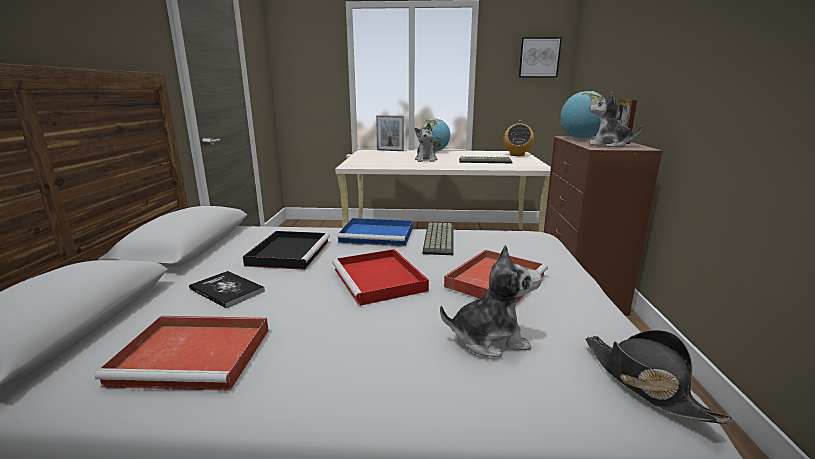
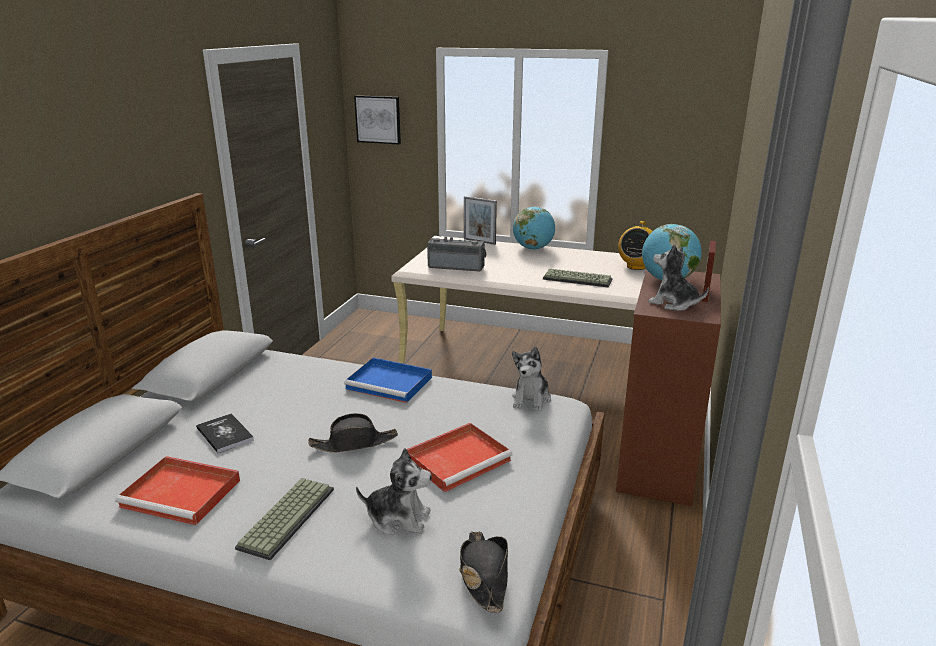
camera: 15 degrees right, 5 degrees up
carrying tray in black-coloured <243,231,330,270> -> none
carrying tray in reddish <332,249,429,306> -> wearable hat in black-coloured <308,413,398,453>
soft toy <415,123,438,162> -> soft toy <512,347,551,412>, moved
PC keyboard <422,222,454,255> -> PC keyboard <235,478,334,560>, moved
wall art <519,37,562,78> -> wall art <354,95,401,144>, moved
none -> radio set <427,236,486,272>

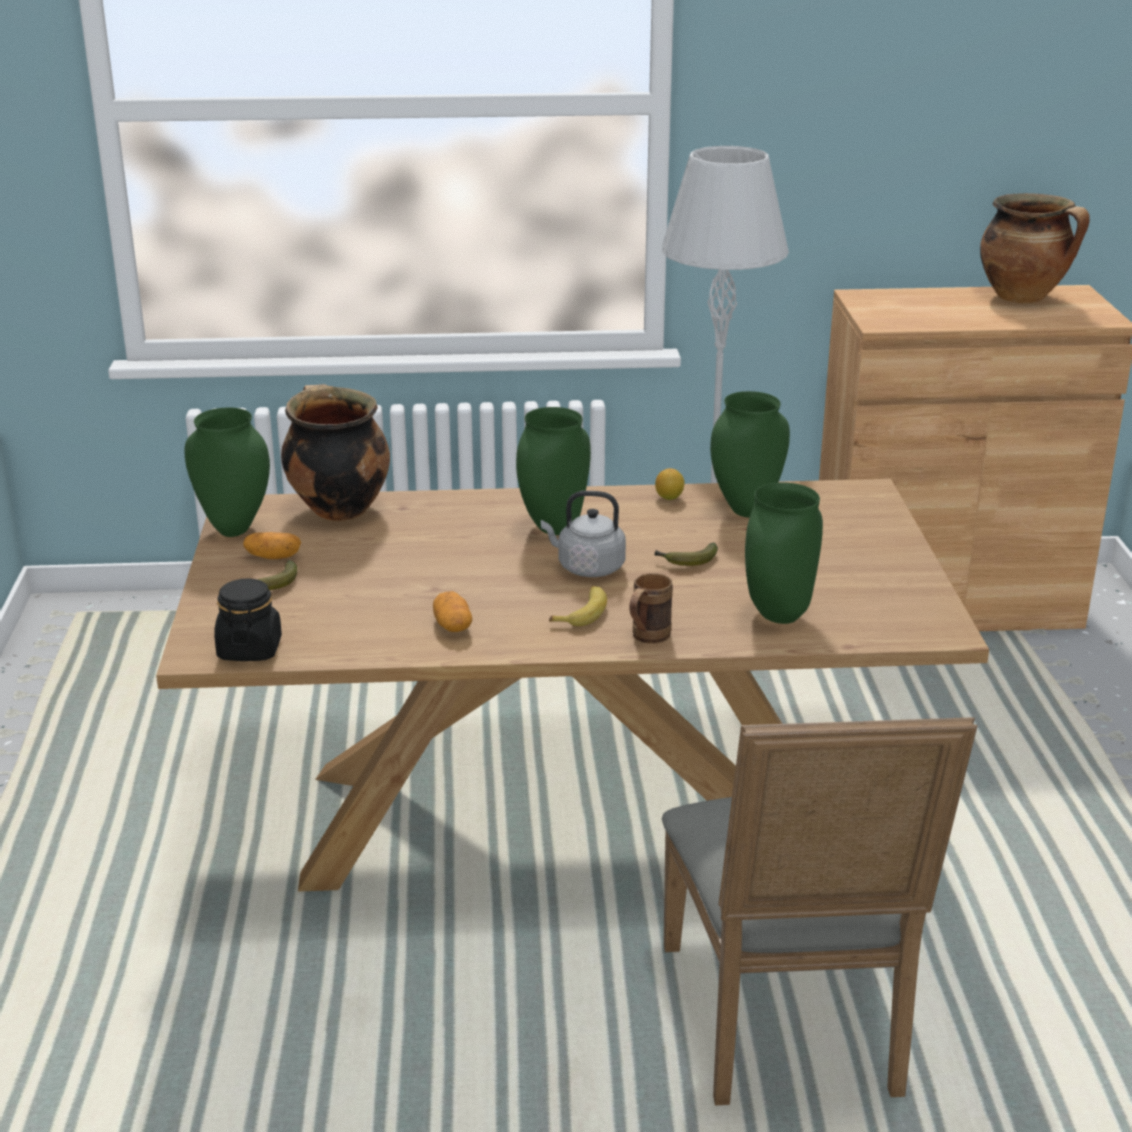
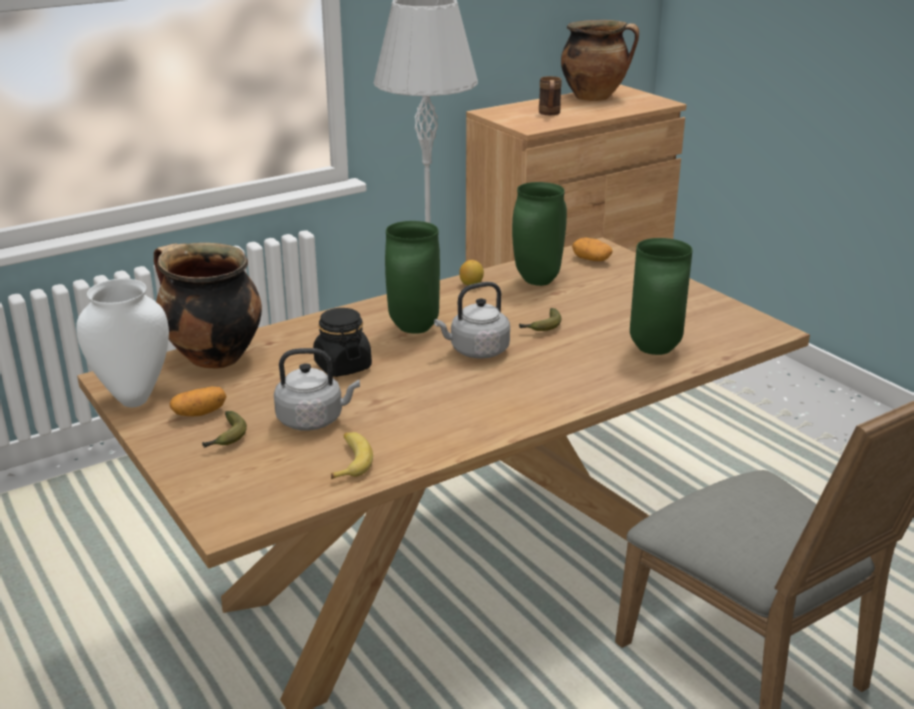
camera: 30 degrees left, 0 degrees up
vase in greenish <184,407,270,537> -> vase in whitish <76,279,169,407>
jar in black-coloured <214,578,282,661> -> jar in black-coloured <313,308,372,377>, moved
potato <433,591,472,632> -> potato <572,238,613,261>, moved
whole banana <549,586,607,626> -> whole banana <331,432,373,479>, moved
mug in brown-coloured <629,573,673,644> -> mug in brown-coloured <539,76,562,115>, moved
none -> tea kettle in greyish <274,348,360,431>

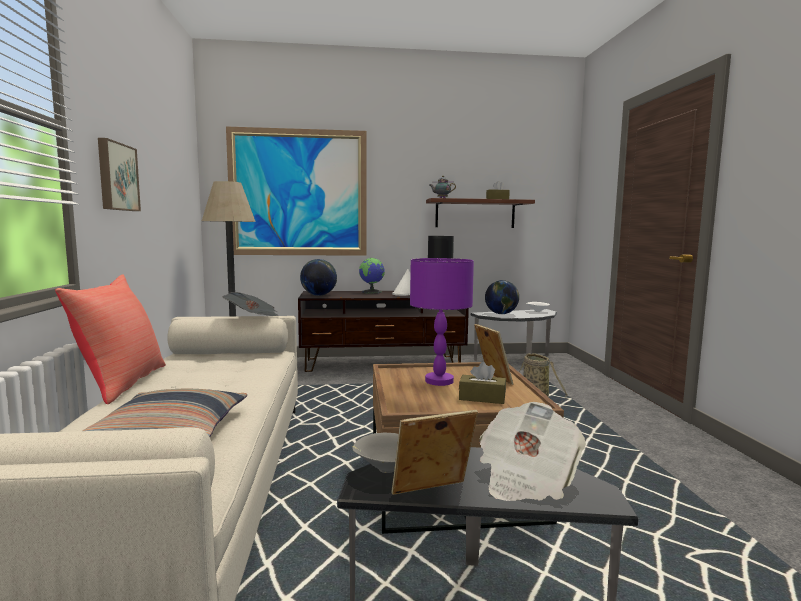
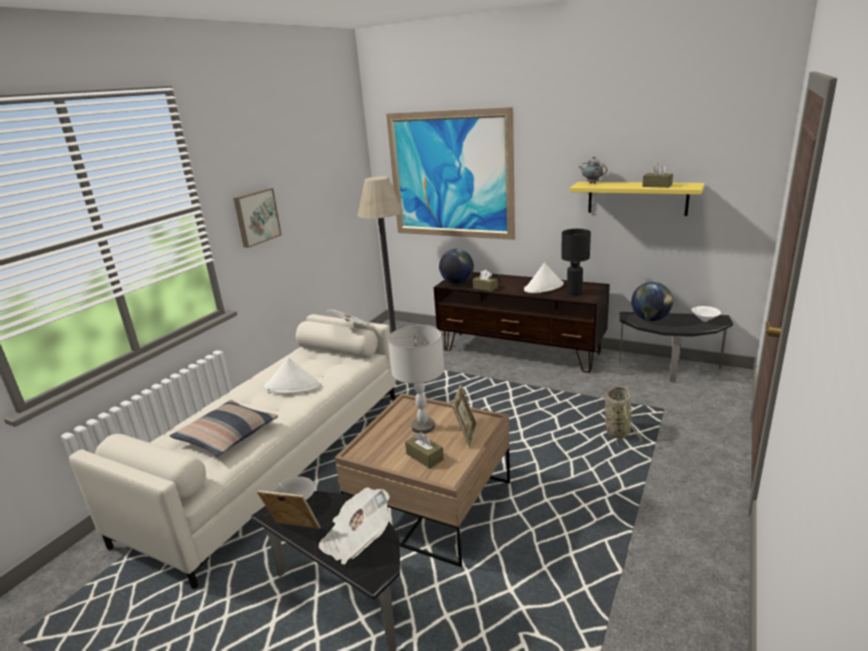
camera: 35 degrees right, 15 degrees up
pillow in reddish <55,274,166,404> -> none
world globe <359,258,385,294> -> none
lamp for a table in purple <410,258,474,386> -> lamp for a table in greyish <388,325,444,434>
shelf in brown-coloured <426,198,535,228> -> shelf in yellowish <569,182,705,216>
none -> wearable hat in whitish <264,357,321,394>
none -> tissue box in brown-coloured <473,270,498,292>

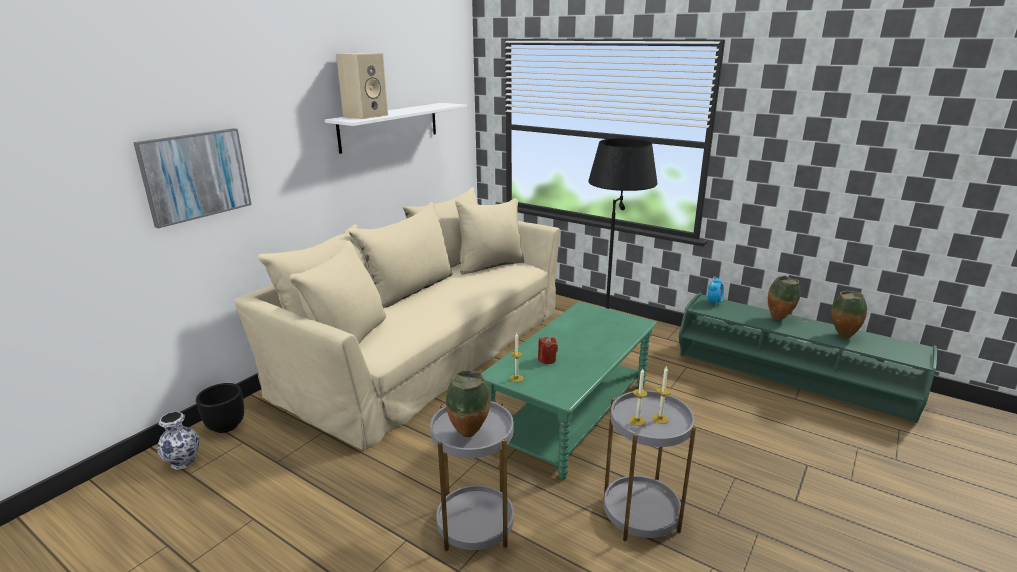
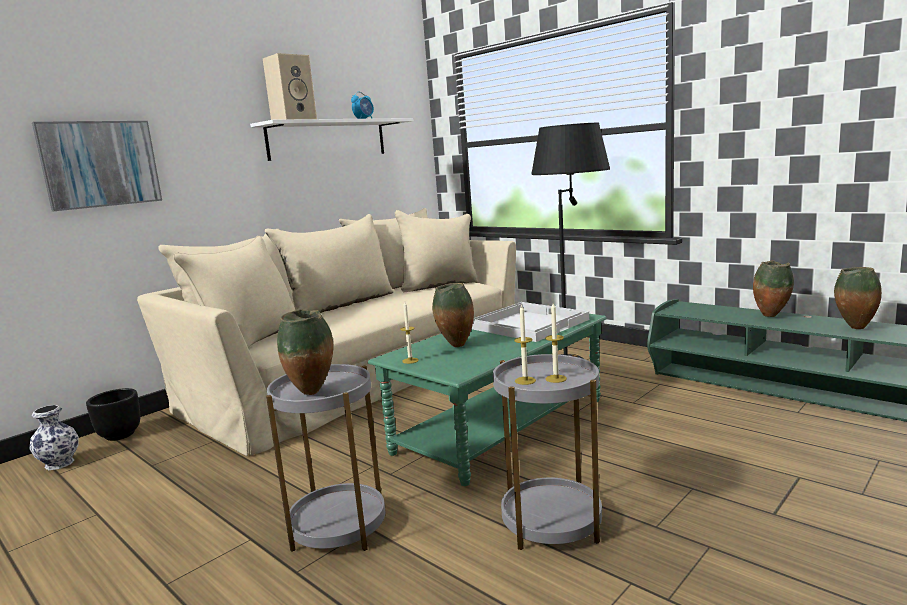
camera: 10 degrees right, 10 degrees down
candle in reddish <538,336,558,364> -> vase <432,283,474,347>
alarm clock <708,276,724,307> -> alarm clock <351,92,374,119>, moved
none -> carrying tray in whitish <472,302,589,342>

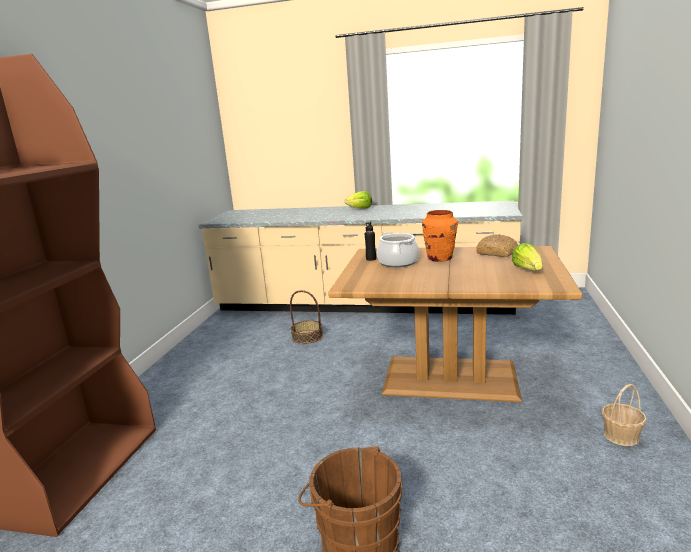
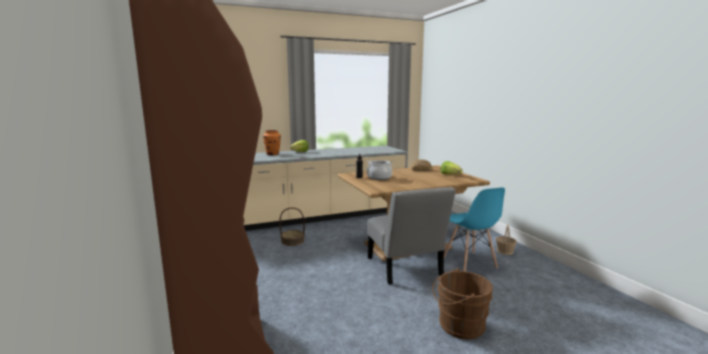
camera: 35 degrees left, 5 degrees down
vase in orange-coloured <422,210,458,262> -> vase in orange-coloured <263,130,281,155>, moved
none -> upright chair in greyish <367,187,456,285>
none -> upright chair in blue-coloured <444,187,505,271>

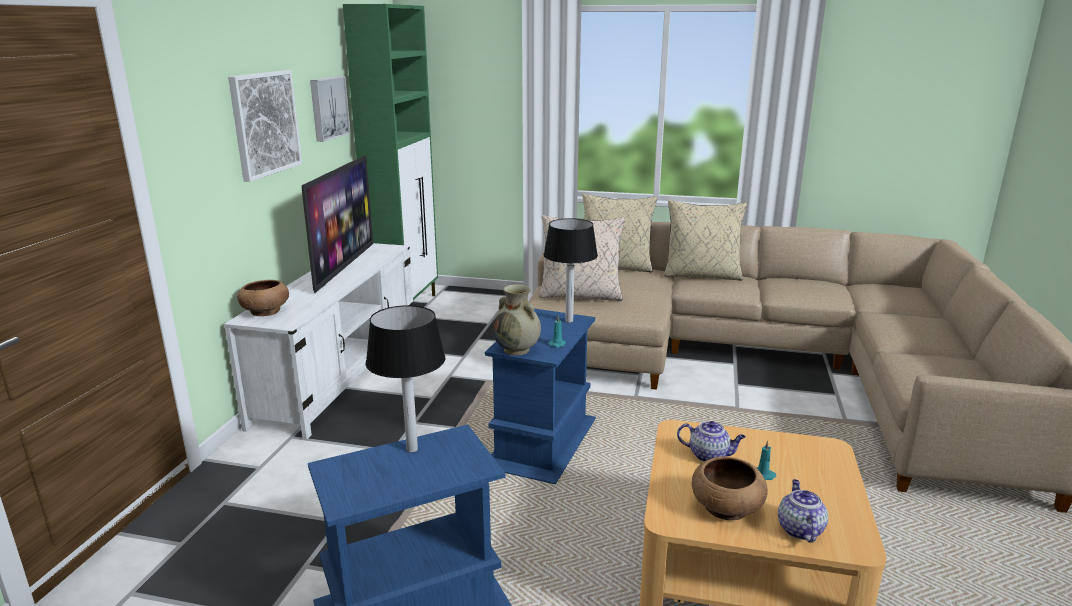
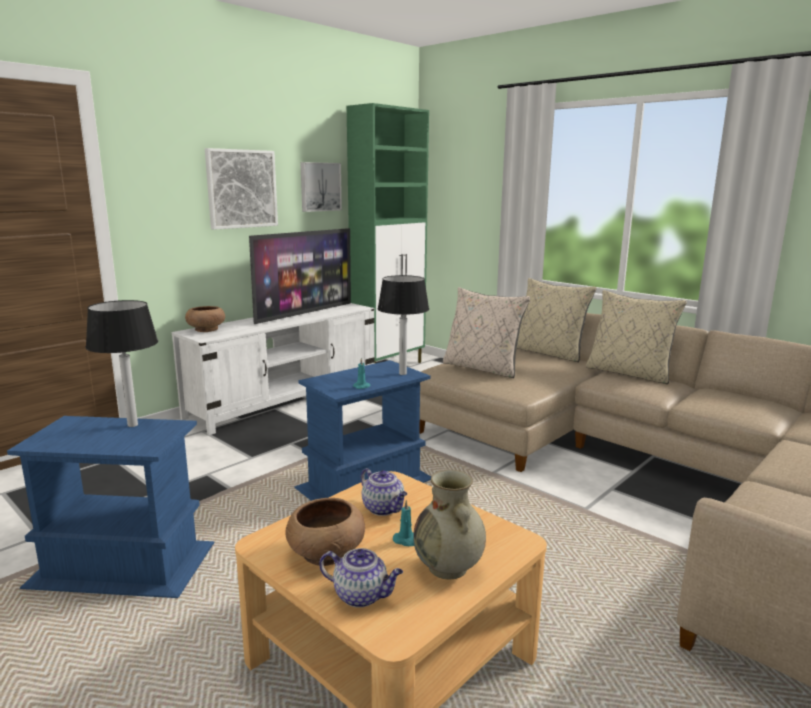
camera: 30 degrees right, 5 degrees down
vase in beige-coloured <493,284,541,356> -> vase in beige-coloured <413,470,486,580>, moved
pot for tea <778,479,828,543> -> pot for tea <319,548,403,608>, 75 degrees clockwise

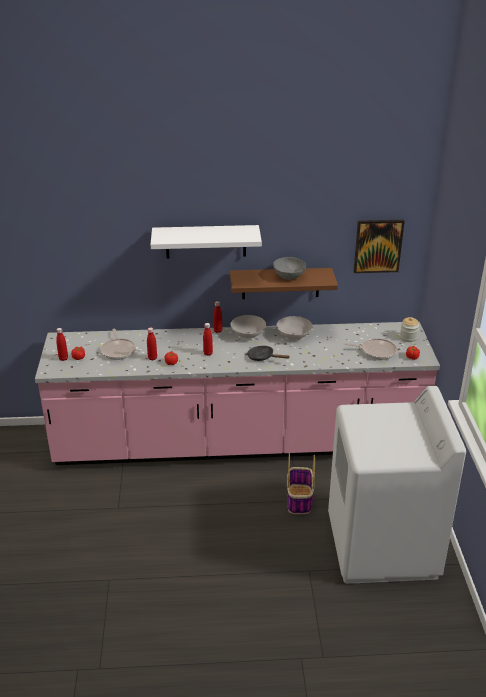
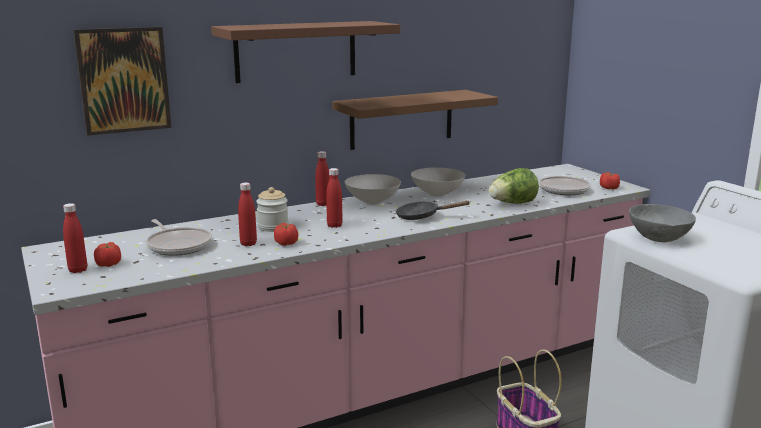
camera: 25 degrees left, 15 degrees down
shelf in whitish <150,225,262,258> -> shelf in brown-coloured <211,21,400,83>
deep dish in greyish <273,257,306,280> -> deep dish in greyish <629,204,696,242>, moved
wall art <353,220,405,273> -> wall art <73,27,171,136>, moved
jar <400,317,419,342> -> jar <256,187,289,232>, moved
none -> lettuce <489,168,539,204>

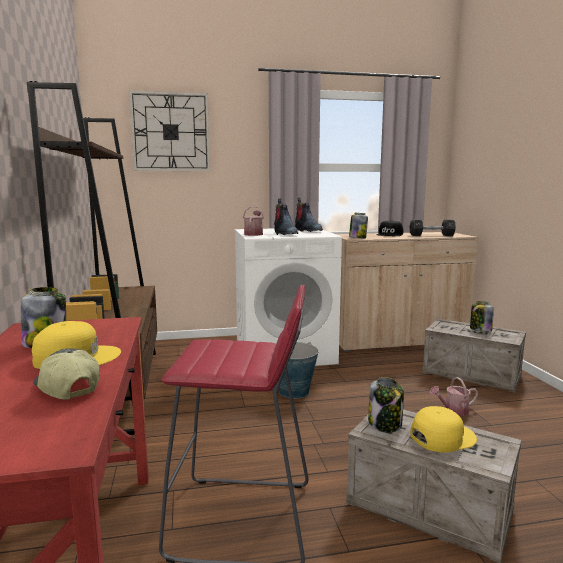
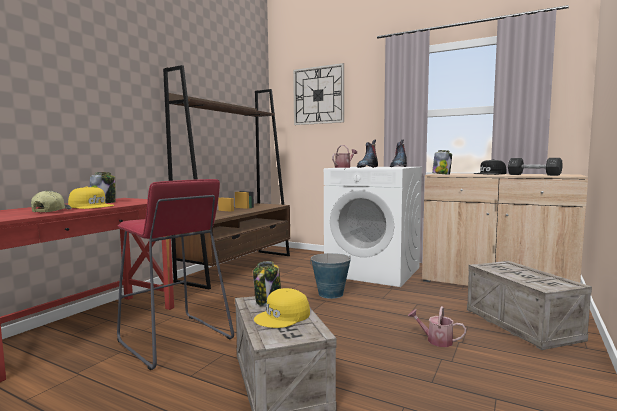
camera: 40 degrees right, 5 degrees down
peaked cap in yellowish <410,406,477,452> -> peaked cap in yellowish <254,288,310,328>, 120 degrees clockwise
jar <470,301,494,332> -> none

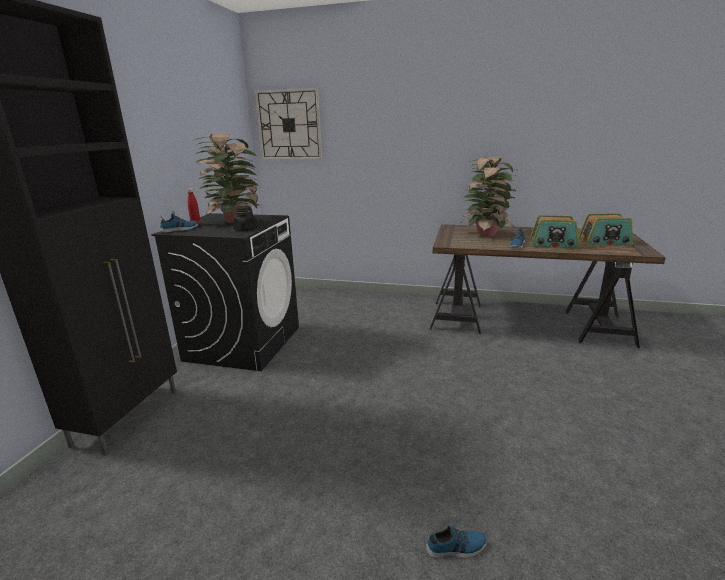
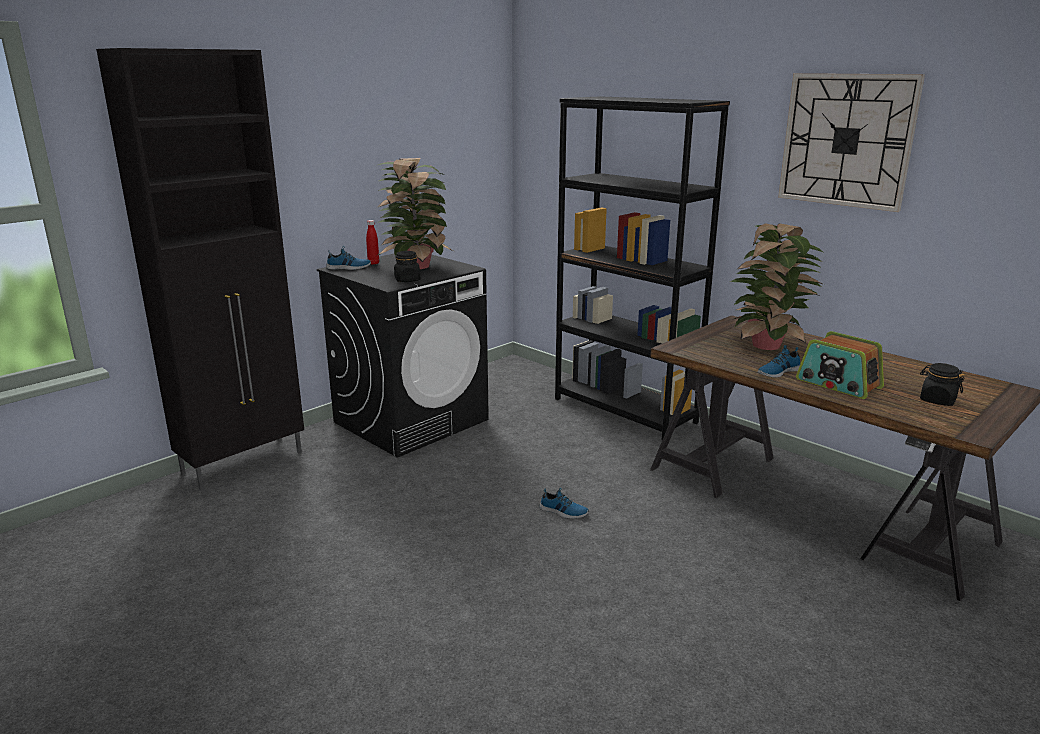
camera: 30 degrees right, 0 degrees up
hanging clock <255,88,322,160> -> hanging clock <778,73,925,212>, moved
item of footwear <426,524,487,559> -> item of footwear <540,488,589,519>, moved
radio set <578,213,633,246> -> jar in black-coloured <920,363,965,406>
none -> bookcase in black-coloured <555,96,730,440>

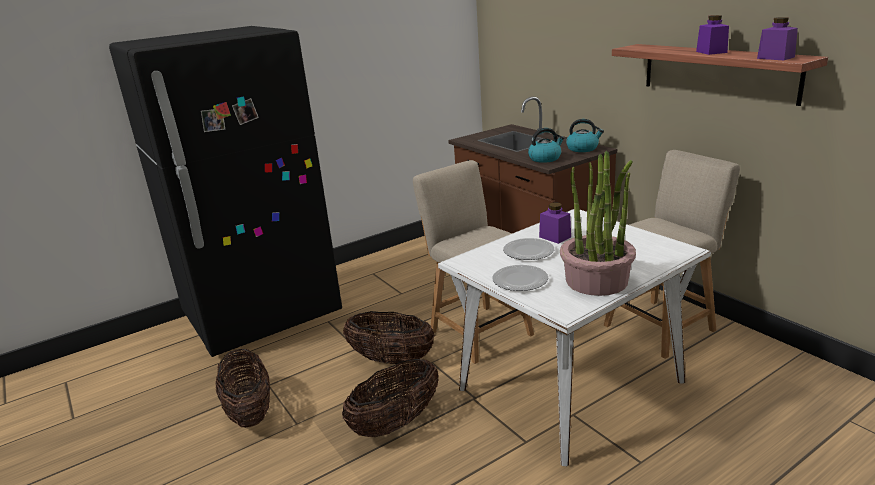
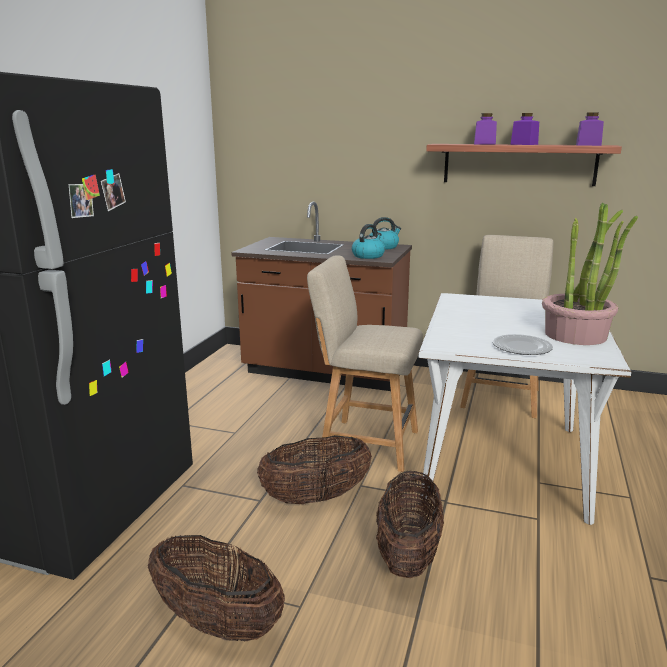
camera: 40 degrees left, 5 degrees down
plate <503,238,554,260> -> none
jar in purple <539,202,571,244> -> jar in purple <474,113,497,145>, moved

